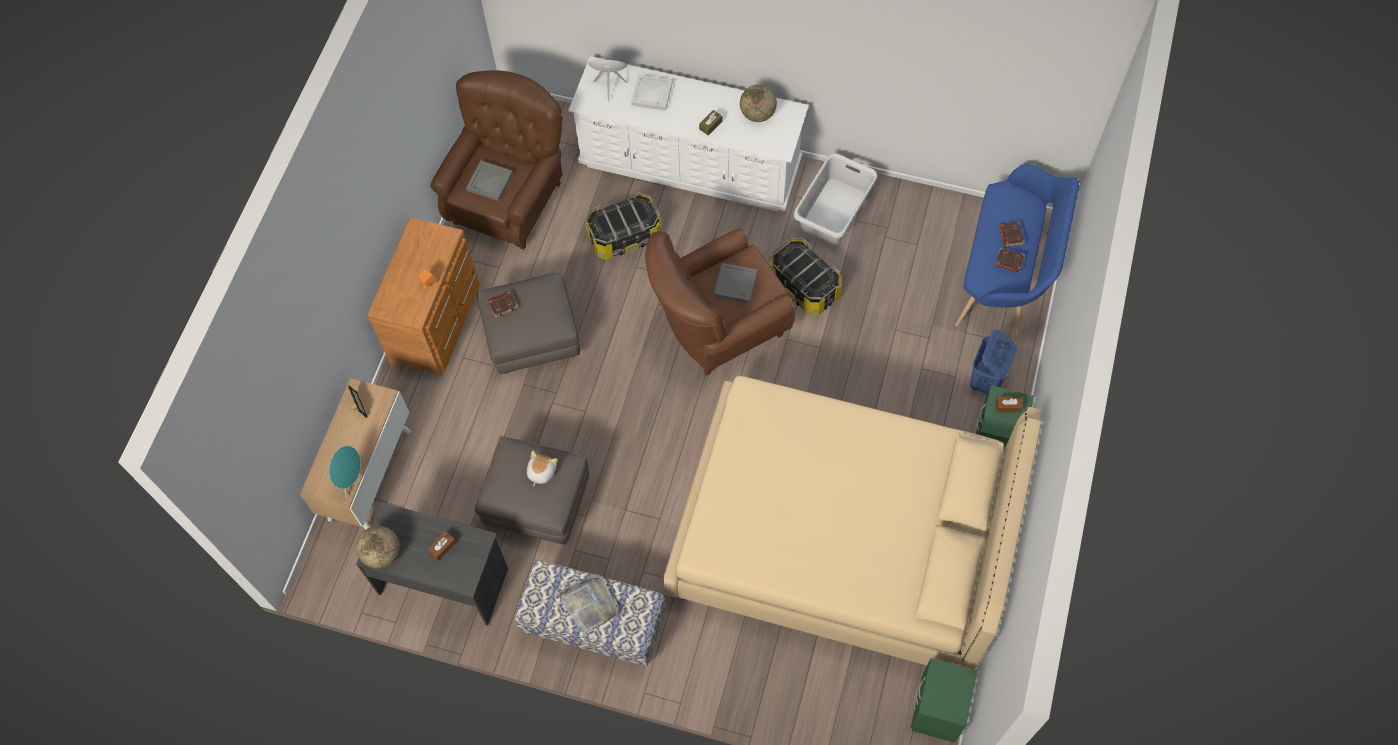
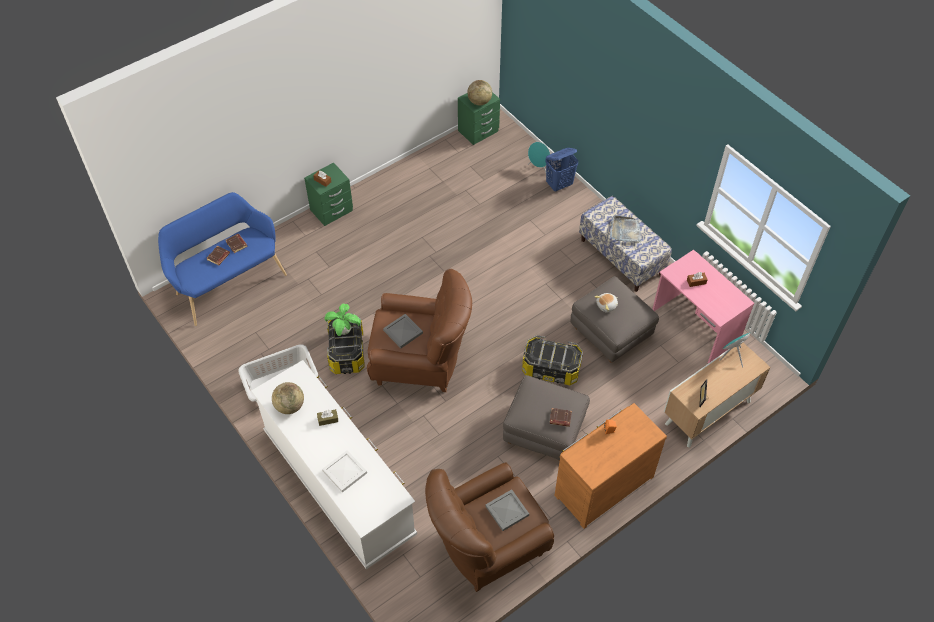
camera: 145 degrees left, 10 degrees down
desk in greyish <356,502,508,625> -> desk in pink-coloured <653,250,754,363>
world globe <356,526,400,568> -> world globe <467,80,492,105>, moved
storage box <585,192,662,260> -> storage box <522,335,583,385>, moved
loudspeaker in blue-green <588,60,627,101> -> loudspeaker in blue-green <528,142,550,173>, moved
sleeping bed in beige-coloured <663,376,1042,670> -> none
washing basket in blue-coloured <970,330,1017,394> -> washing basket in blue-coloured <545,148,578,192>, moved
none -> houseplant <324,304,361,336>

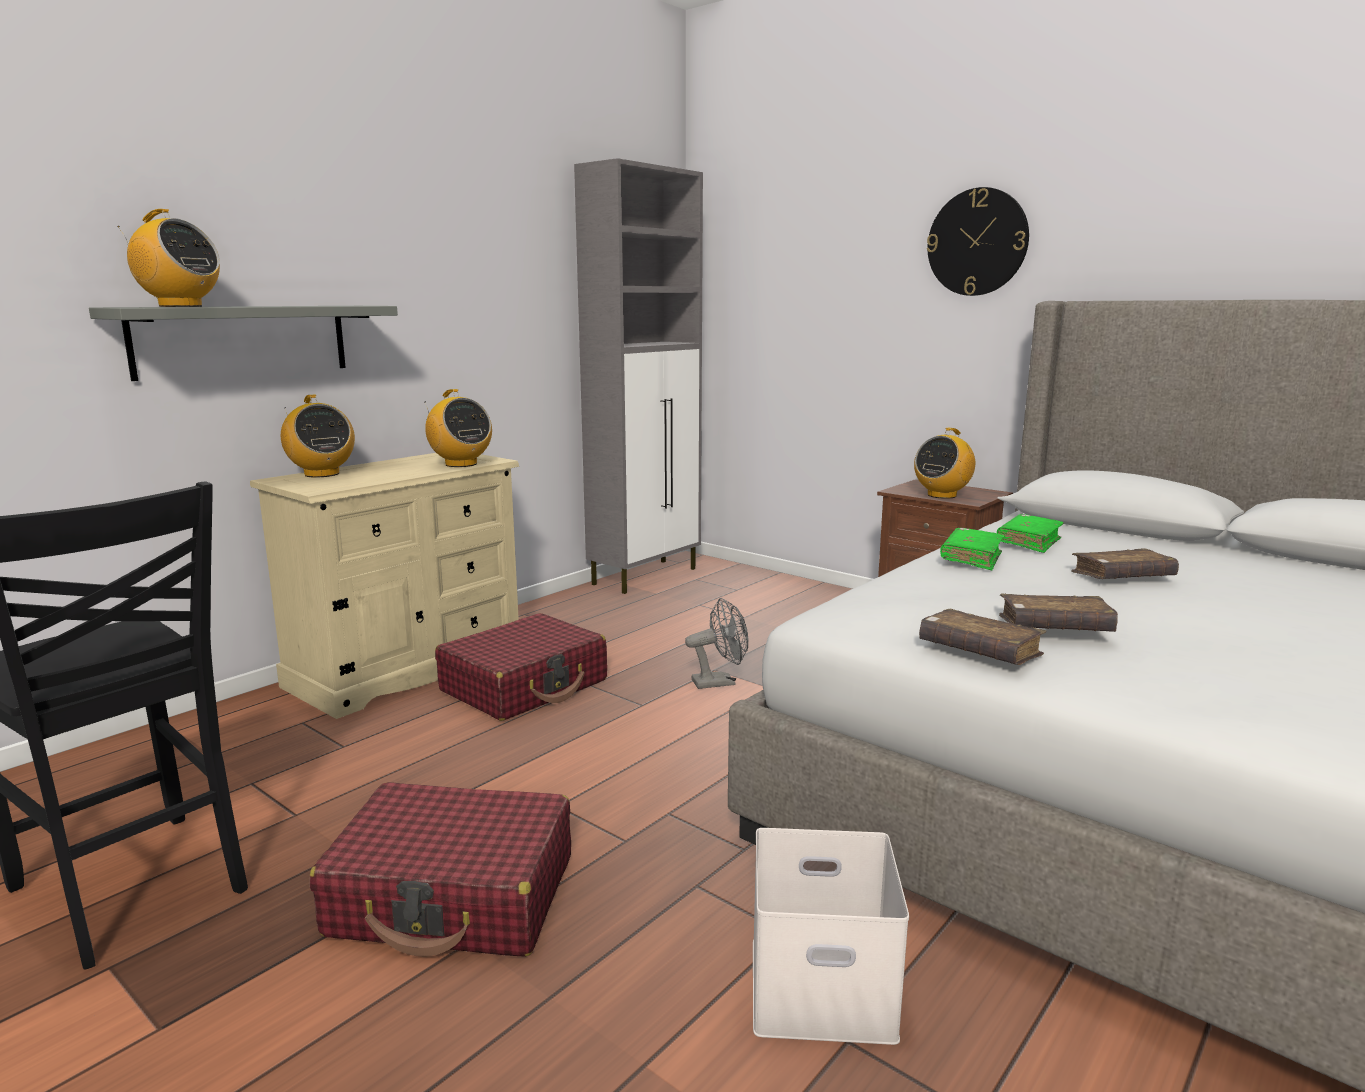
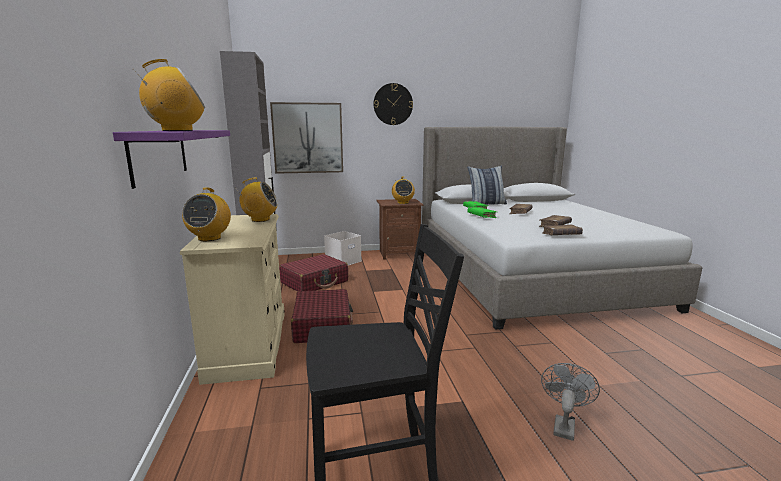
camera: 50 degrees left, 0 degrees up
shelf in greyish <89,306,398,381> -> shelf in purple <113,130,230,189>
radio set <281,395,355,477> -> radio set <182,188,231,241>, 90 degrees clockwise
travel case in reddish <310,782,571,957> -> travel case in reddish <279,254,348,292>, moved
fan in greyish <685,598,748,689> -> fan in greyish <541,363,600,441>, moved
storage box in whitish <753,828,909,1045> -> storage box in whitish <324,231,361,265>, moved
none -> wall art <270,102,343,174>
none -> pillow <467,165,507,205>

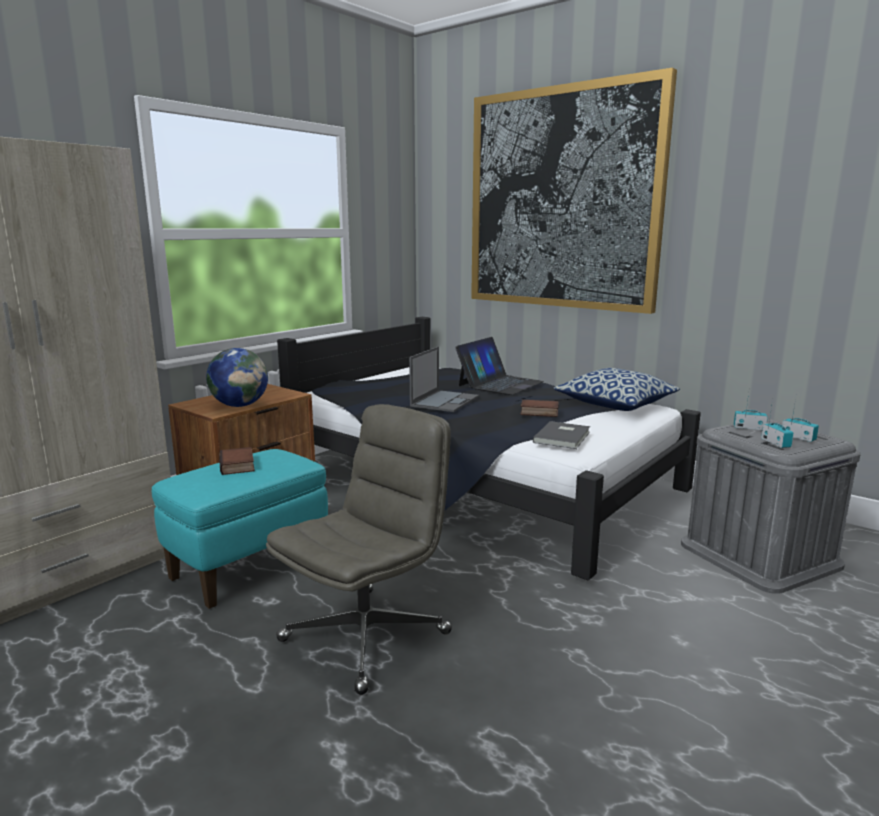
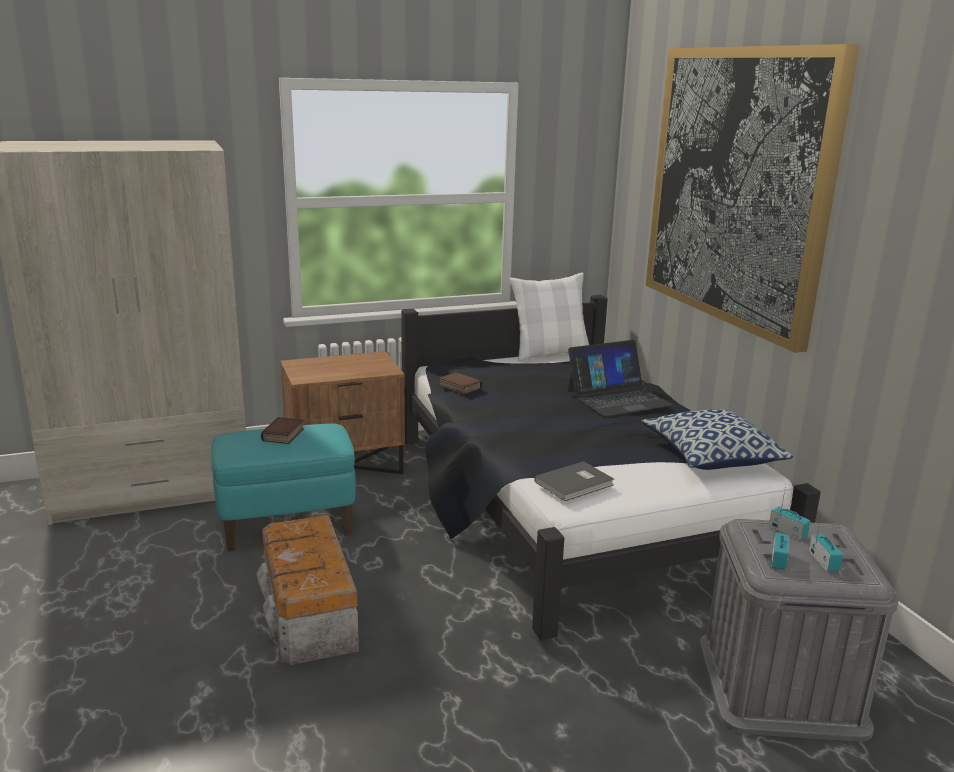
camera: 30 degrees right, 5 degrees up
world globe <206,348,268,407> -> none
office chair in greyish <266,404,452,695> -> storage box <257,515,359,665>
notebook computer <409,346,479,412> -> none
volume <520,399,559,417> -> volume <439,372,482,395>, moved
none -> pillow in whitish <509,273,589,361>

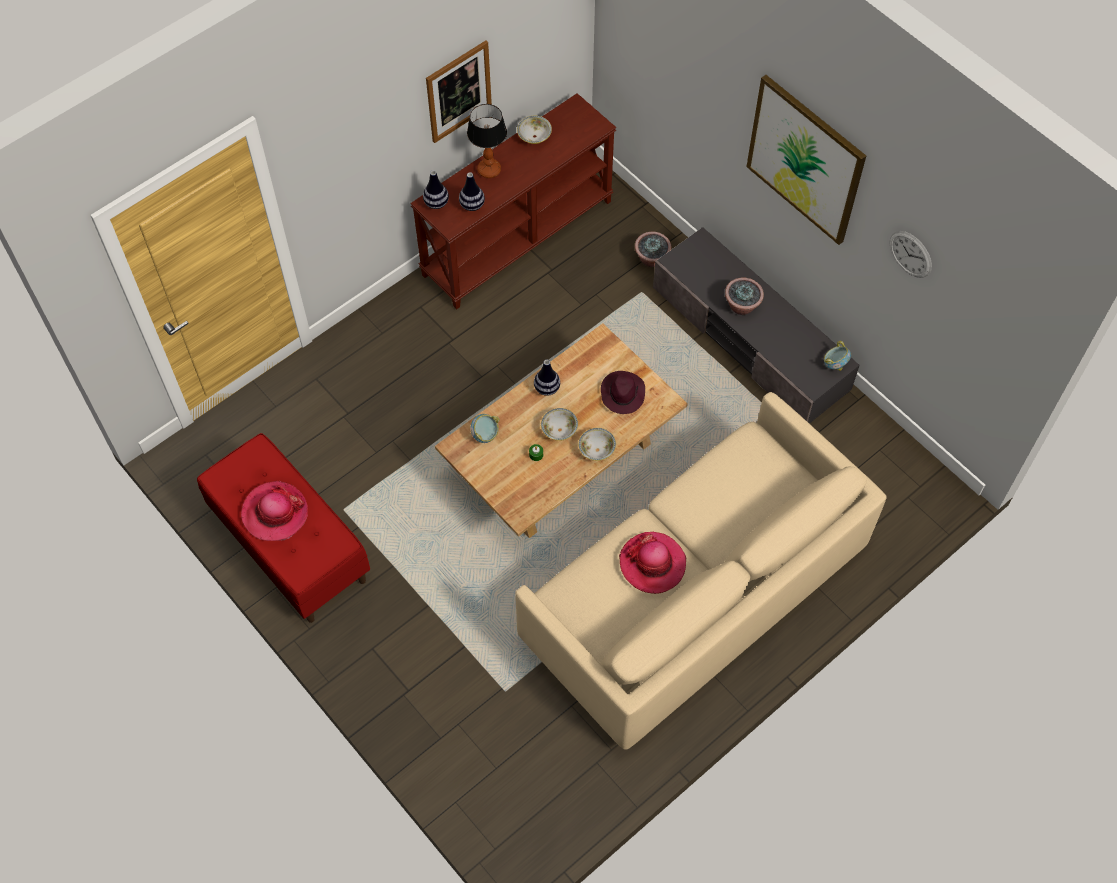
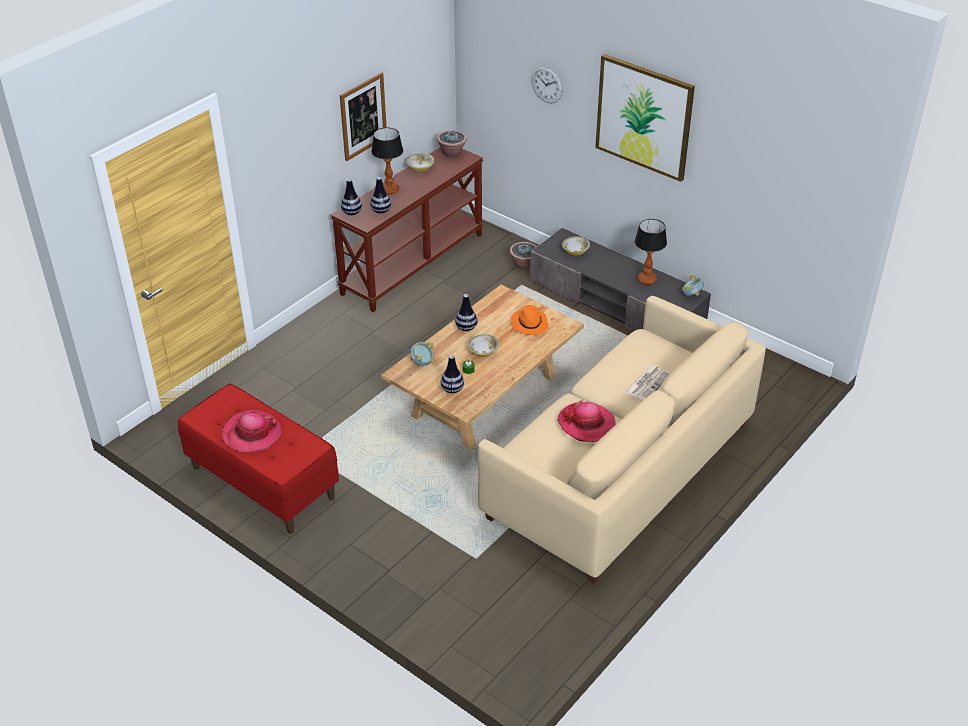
camera: 10 degrees left, 20 degrees down
deep dish <578,428,616,461> -> deep dish <562,236,590,256>, moved
wearable hat in purple <601,371,645,414> -> wearable hat in orange-coloured <511,305,548,335>
houseplant <725,277,764,315> -> houseplant <437,130,467,158>, moved
hanging clock <889,231,932,278> -> hanging clock <531,66,563,104>, moved
none -> vase <441,355,464,393>
none -> daily paper <625,365,670,400>
none -> lamp for a table <635,219,667,285>

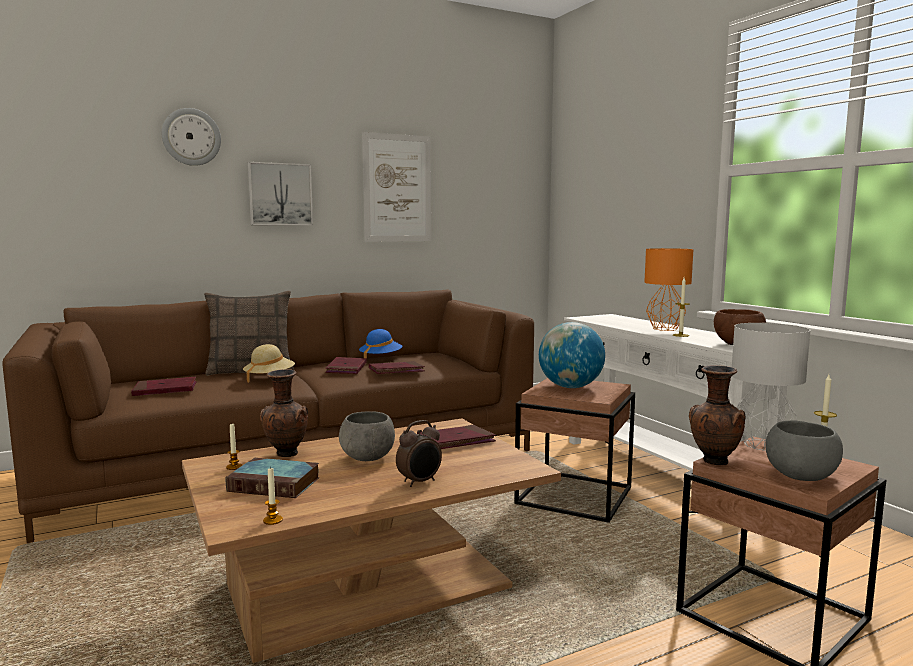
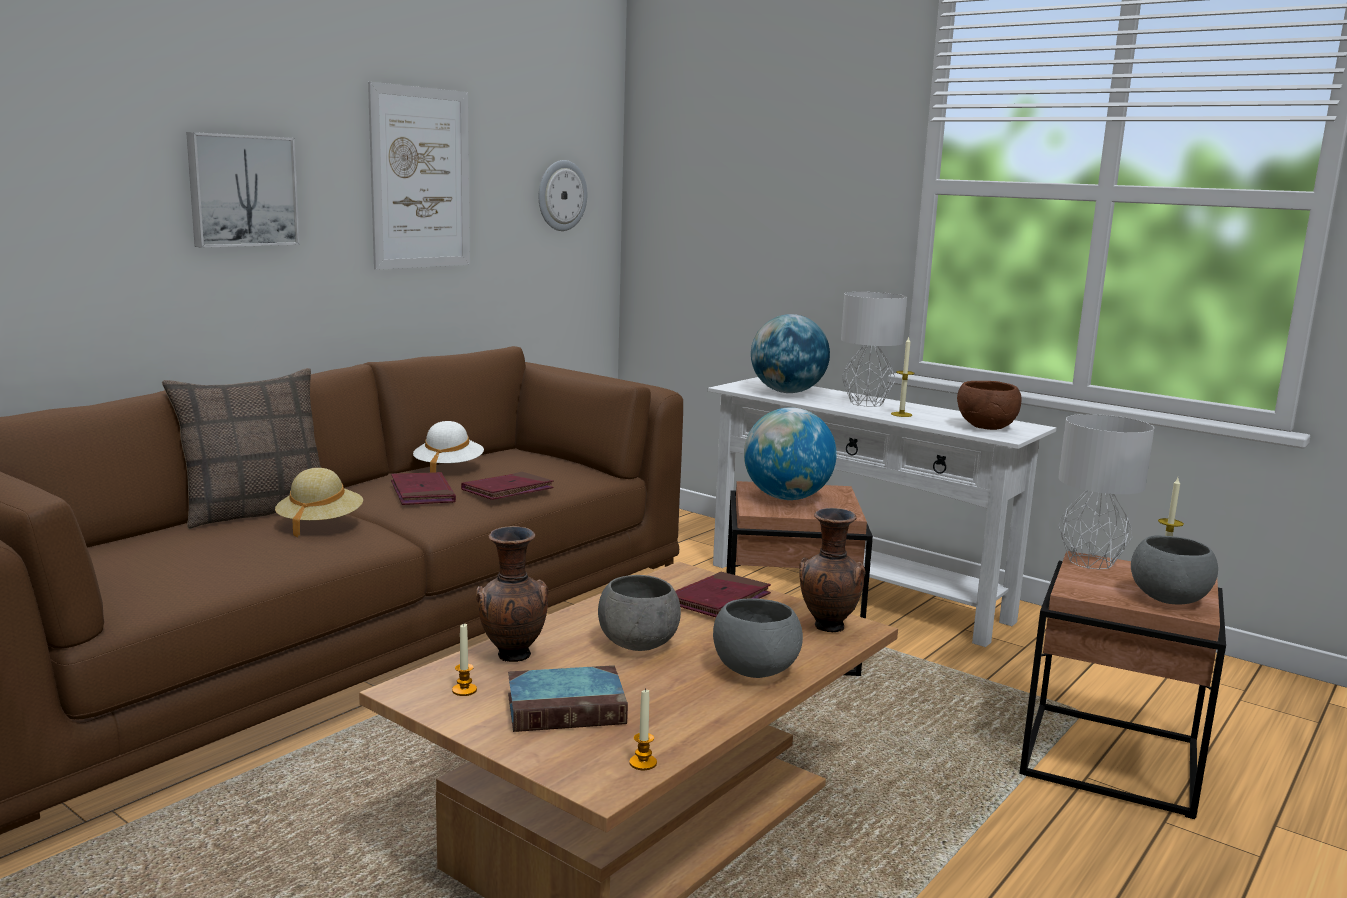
camera: 25 degrees left, 5 degrees up
volume in reddish <131,377,197,396> -> none
hanging clock <162,108,221,166> -> hanging clock <539,160,587,231>, moved
wearable hat in blue-coloured <359,329,403,358> -> wearable hat in whitish <413,421,484,473>
alarm clock <396,420,442,487> -> deep dish in greyish <713,598,803,678>
lamp for a table in orange-coloured <644,248,693,331> -> lamp for a table in greyish <841,292,907,407>
vase in brown-coloured <689,365,745,465> -> vase in brown-coloured <799,508,866,632>, moved
none -> world globe <751,314,830,393>

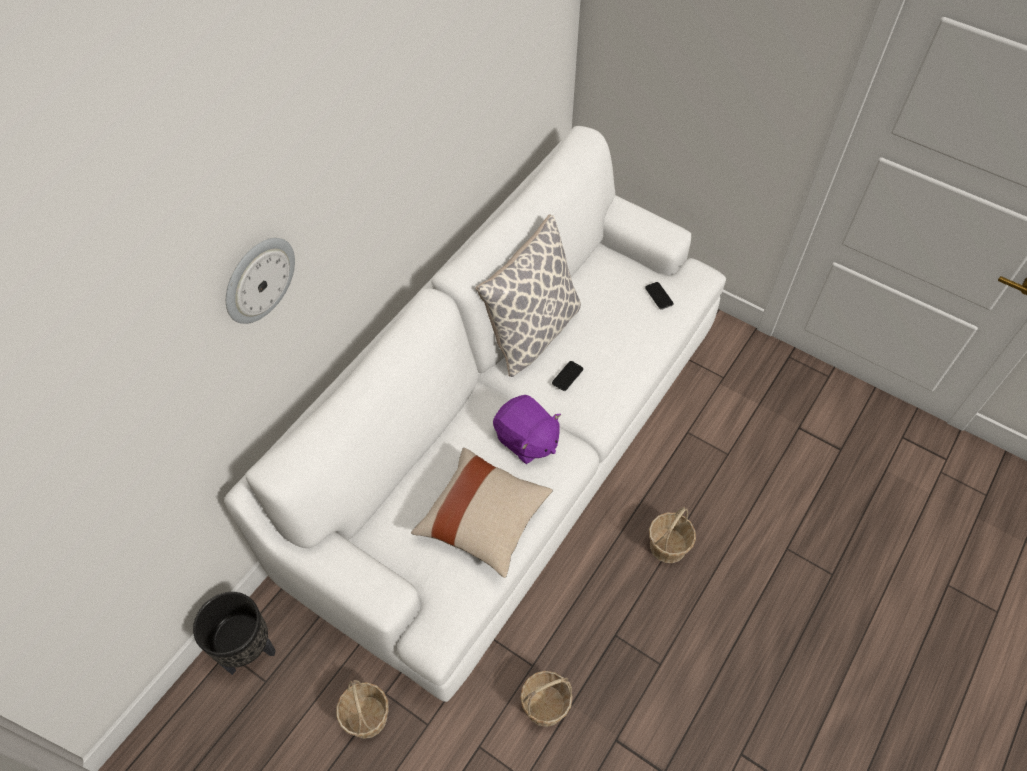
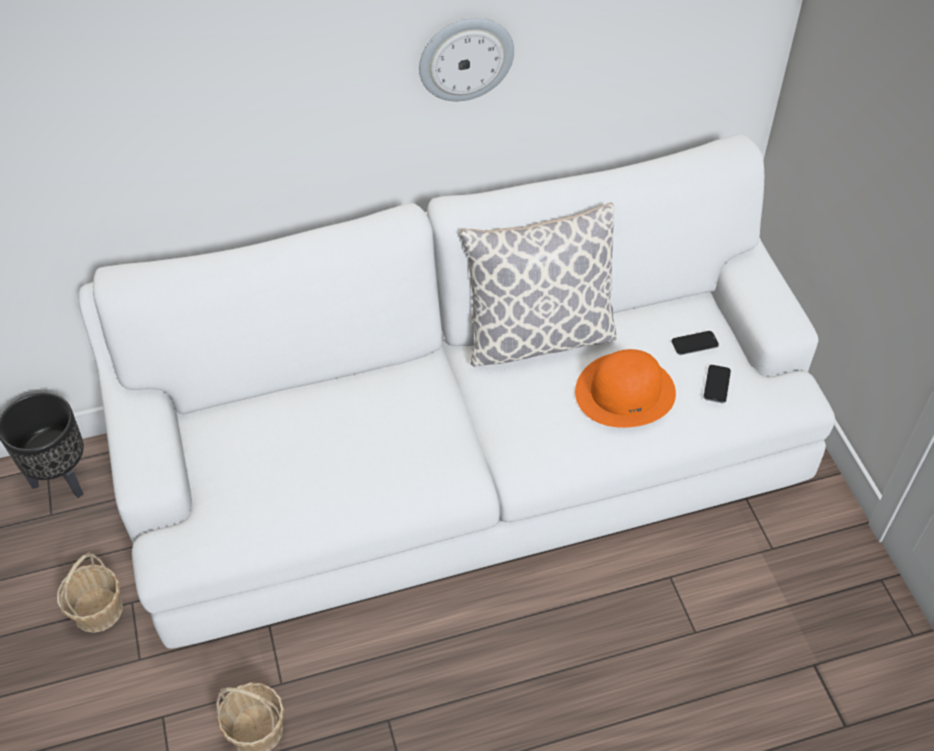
camera: 40 degrees right, 5 degrees down
hanging clock <226,238,295,324> -> hanging clock <419,18,514,101>, moved
pillow in beige-coloured <411,448,553,578> -> none
soft toy in purple <493,395,561,464> -> none
handset <552,361,583,391> -> handset <671,331,719,355>, moved
household basket <649,507,696,563> -> none
none -> wearable hat in orange-coloured <575,349,676,428>

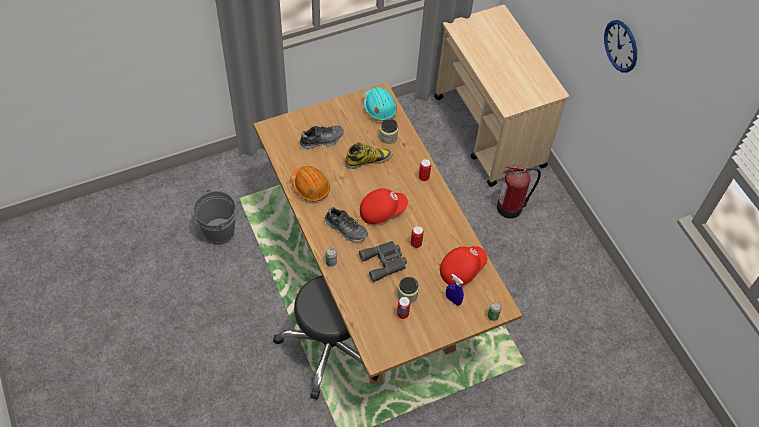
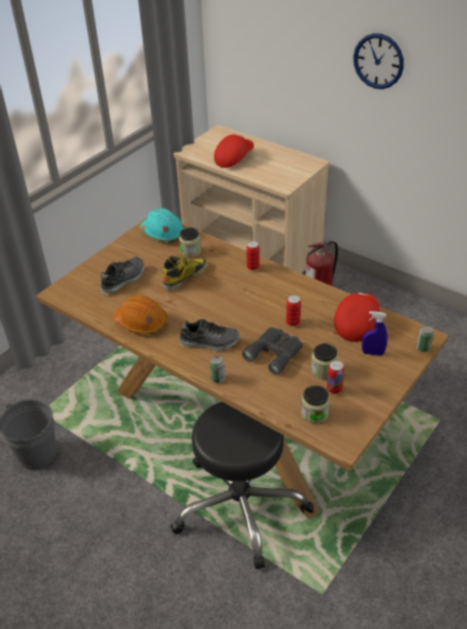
camera: 25 degrees left, 15 degrees down
peaked cap in reddish <360,189,408,224> -> peaked cap in reddish <214,134,254,168>, moved
none -> jar <301,386,330,424>

